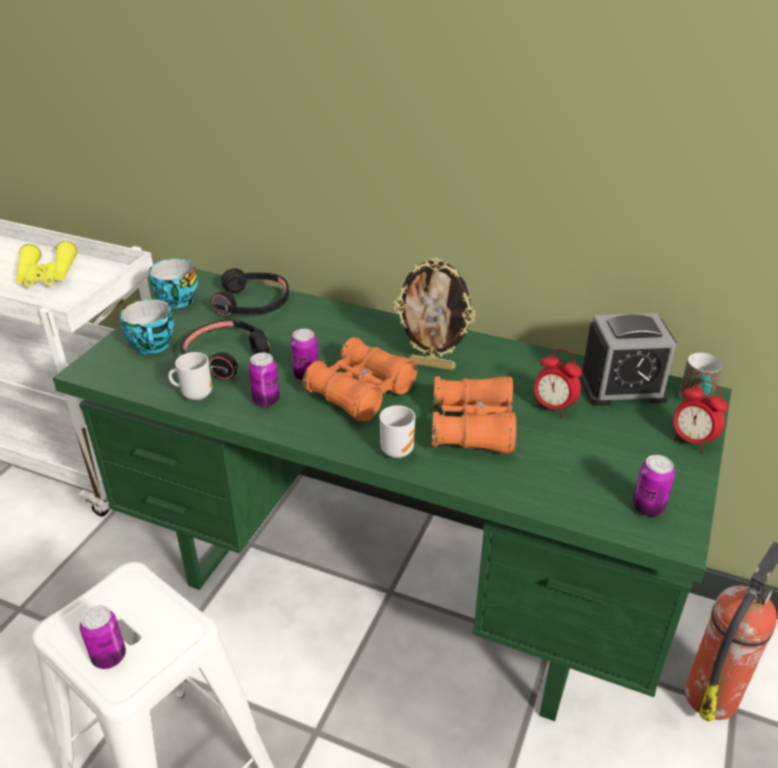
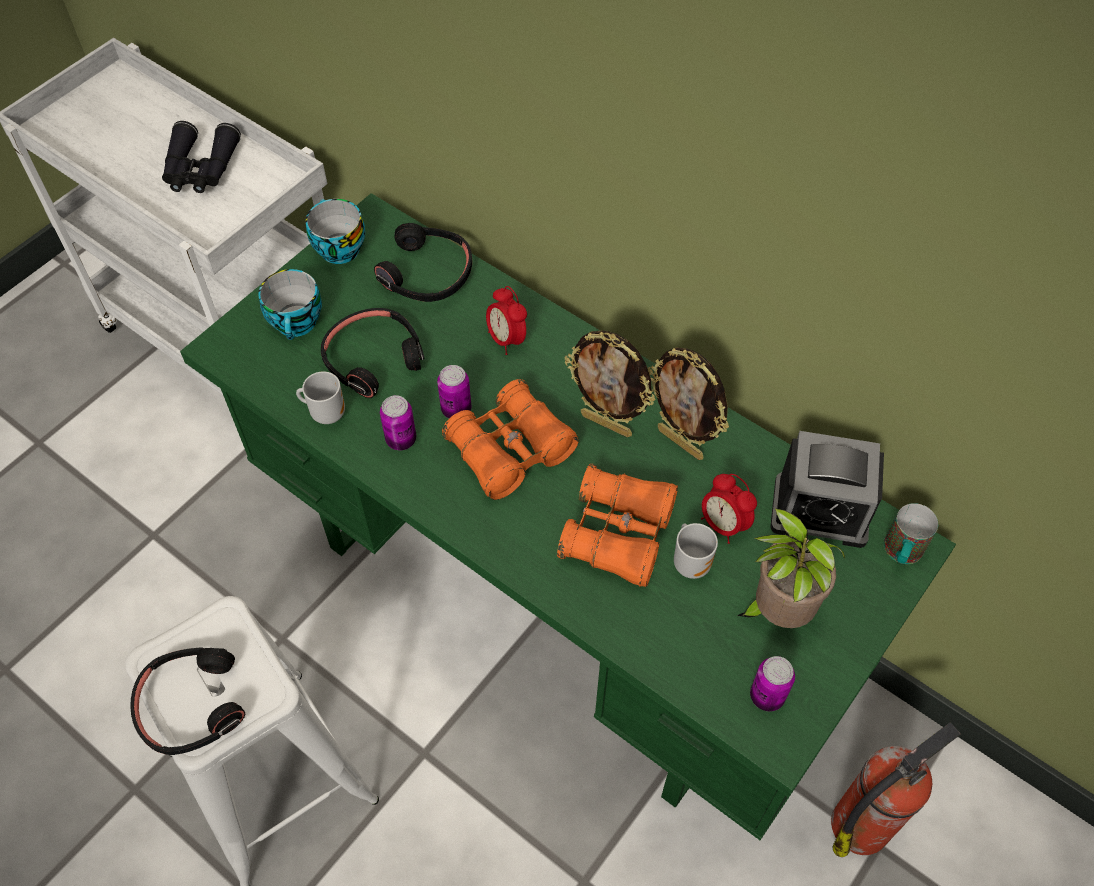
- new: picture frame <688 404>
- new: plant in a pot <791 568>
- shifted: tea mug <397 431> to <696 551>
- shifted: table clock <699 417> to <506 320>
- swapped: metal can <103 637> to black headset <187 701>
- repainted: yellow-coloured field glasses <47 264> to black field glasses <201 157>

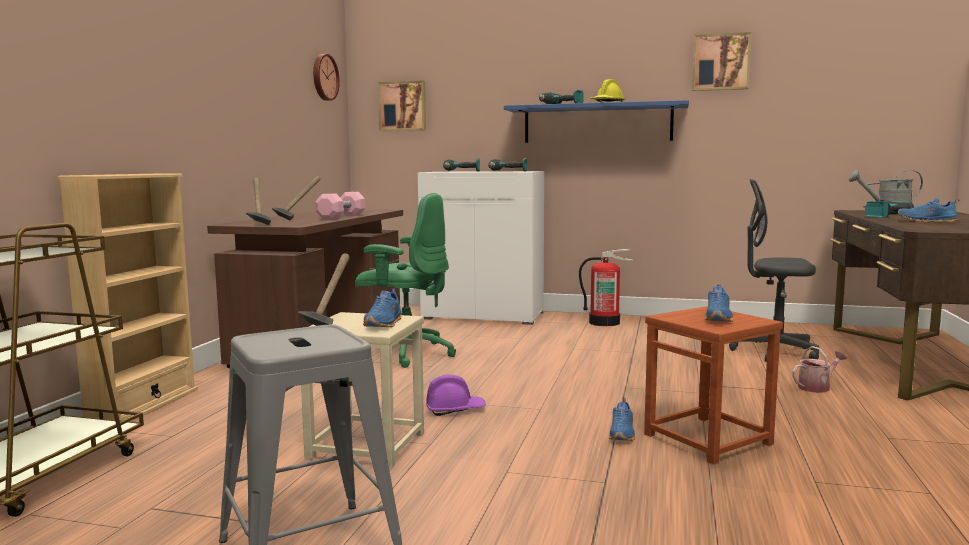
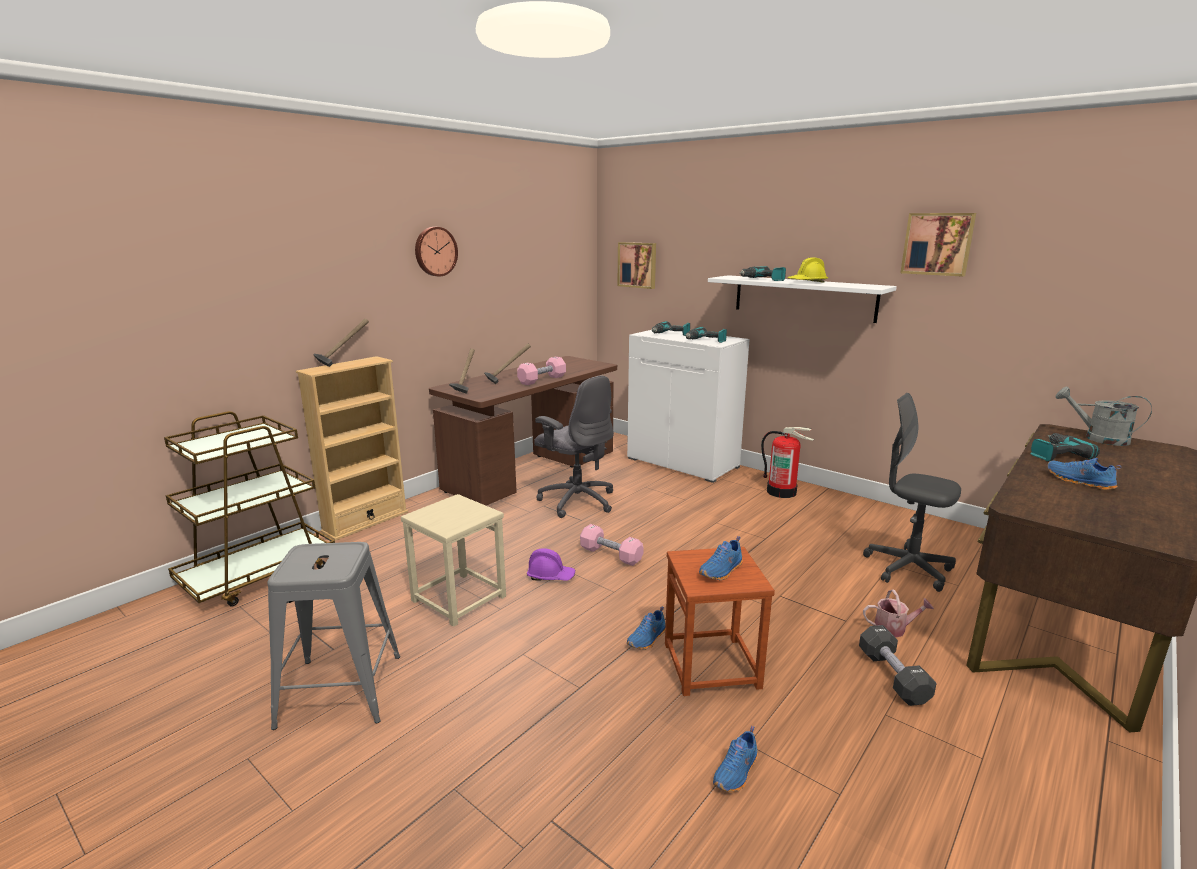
- new: pink dumbbell <612 545>
- new: black dumbbell <898 665>
- shifted: hand hammer <324 289> to <341 343>
- shifted: clock on the wall <326 77> to <436 251>
- shifted: bluish shoe <382 308> to <735 759>
- repainted: greenish desk chair <405 280> to gray desk chair <574 447>
- repainted: bluish wall shelf <596 121> to white wall shelf <802 299>

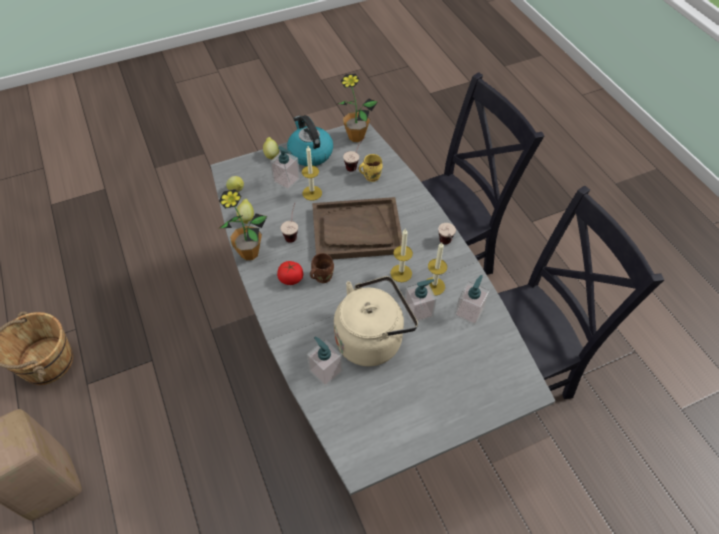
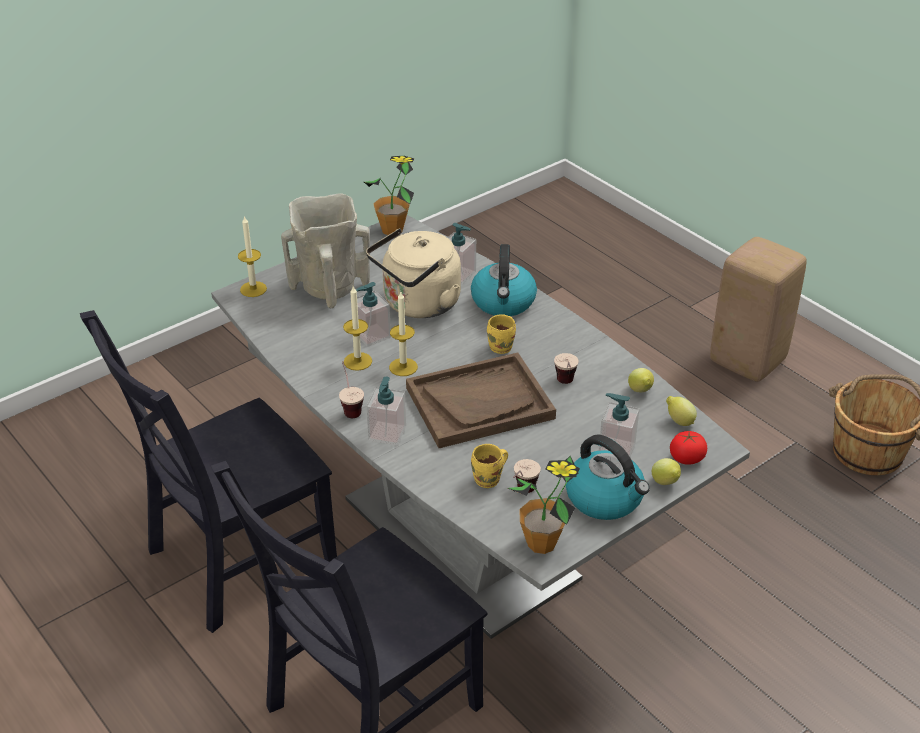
- new: sand-coloured vase <325 250>
- new: kettle <504 280>
- shifted: plant in a pot <242 224> to <389 195>
- shifted: fresh tomato <290 273> to <688 448>
- shifted: wax candle <312 173> to <252 256>
- shifted: liquid soap bottle <472 300> to <386 410>
- repainted: brownish tea mug <322 268> to yellow-coloured tea mug <501 334>

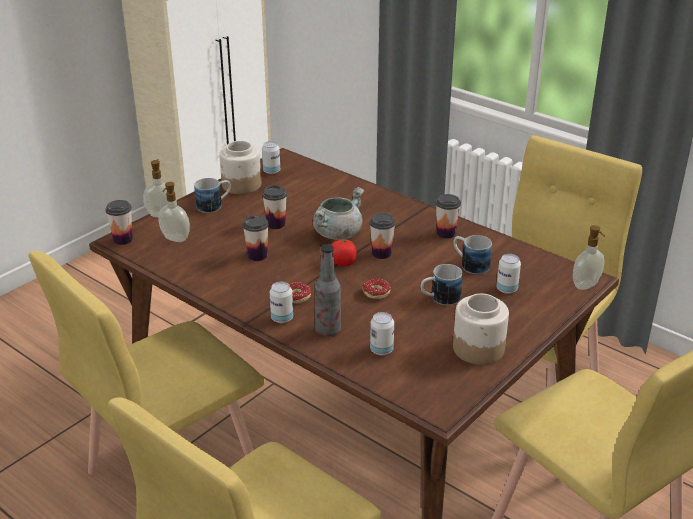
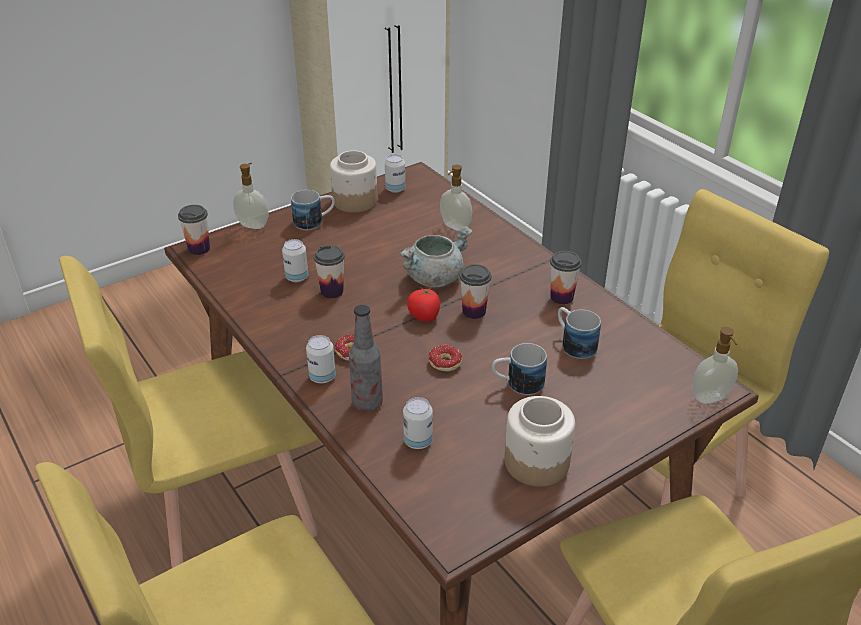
- gone: small cup <274 207>
- shifted: liquid soap bottle <174 212> to <456 198>
- shifted: metal can <509 274> to <295 260>

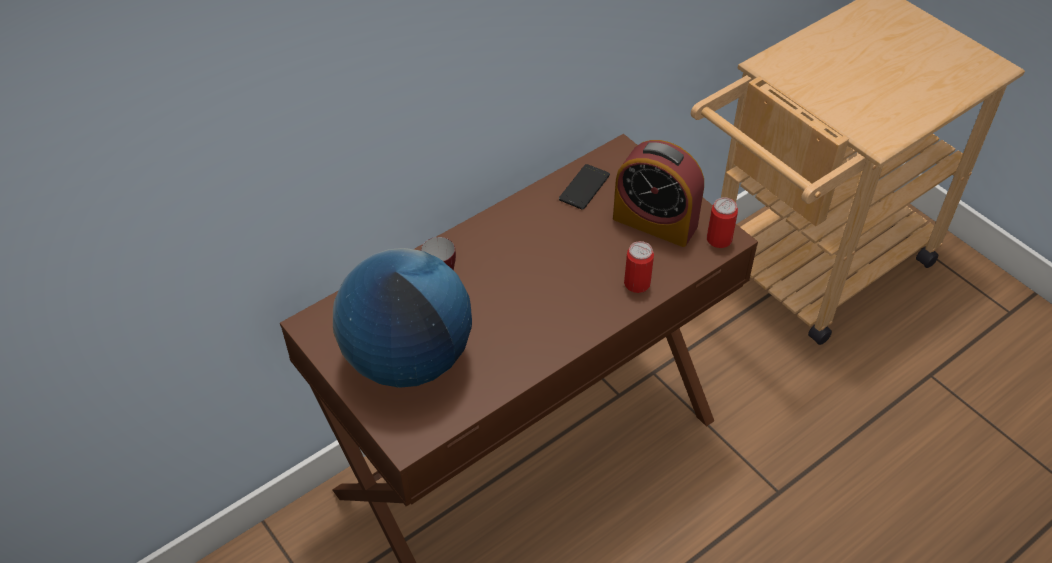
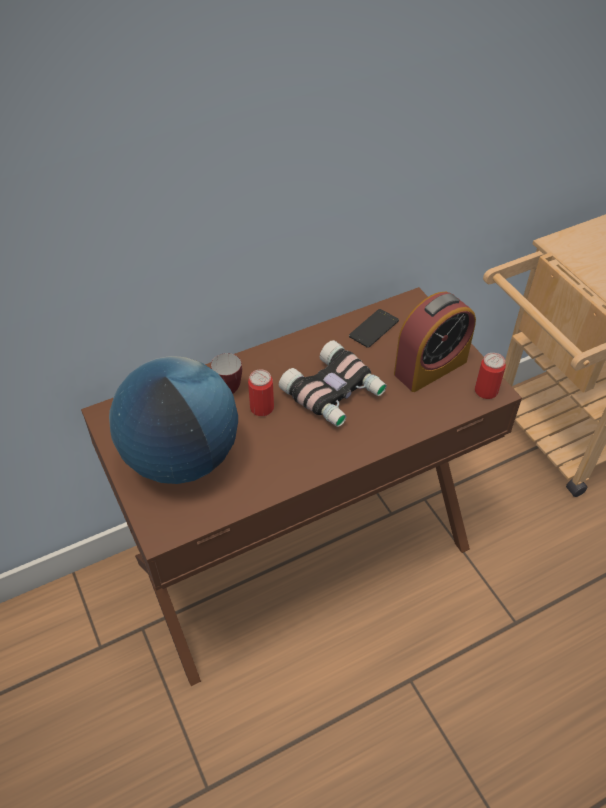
- new: field glasses <333 383>
- shifted: metal can <639 267> to <261 392>
- rotated: table clock <658 193> = <435 342> 75 degrees counterclockwise

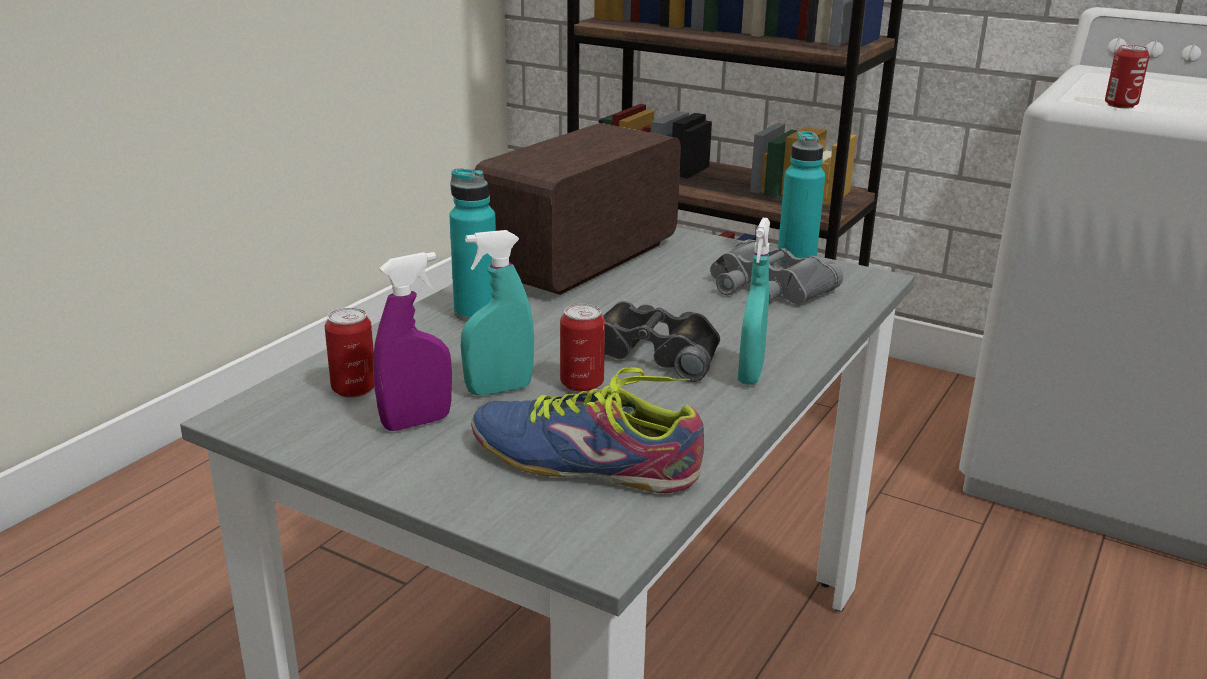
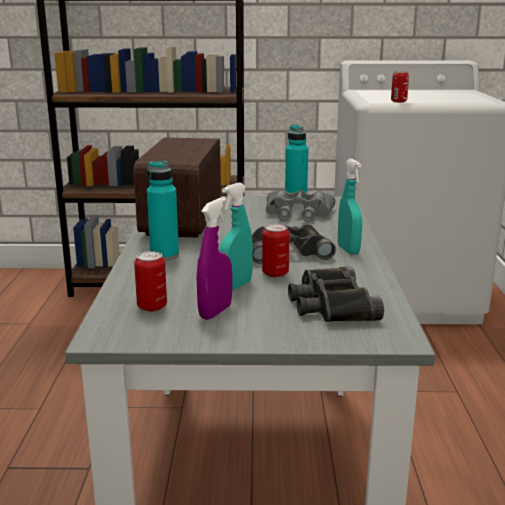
- swapped: shoe <587 430> to black field glasses <336 294>

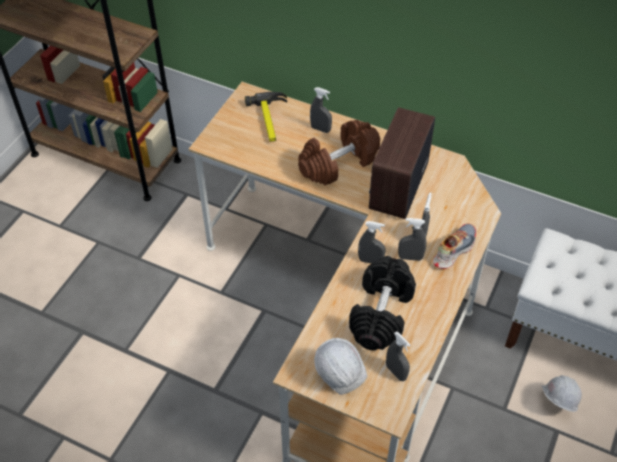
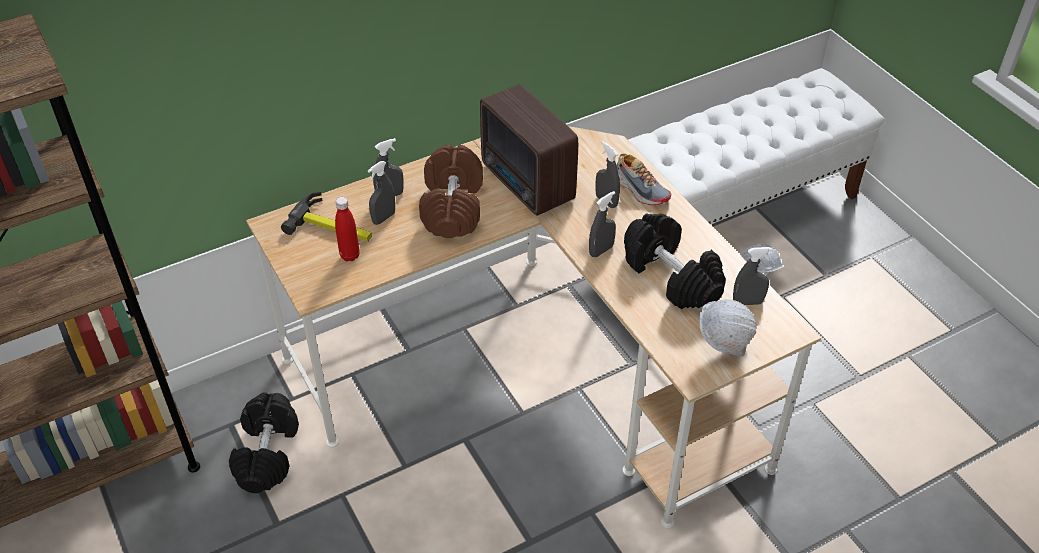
- new: black dumbbell <264 442>
- new: red bottle <347 229>
- shifted: gray sprayer <412 239> to <381 193>
- rotated: shoe <454 246> = <643 179> 150 degrees clockwise

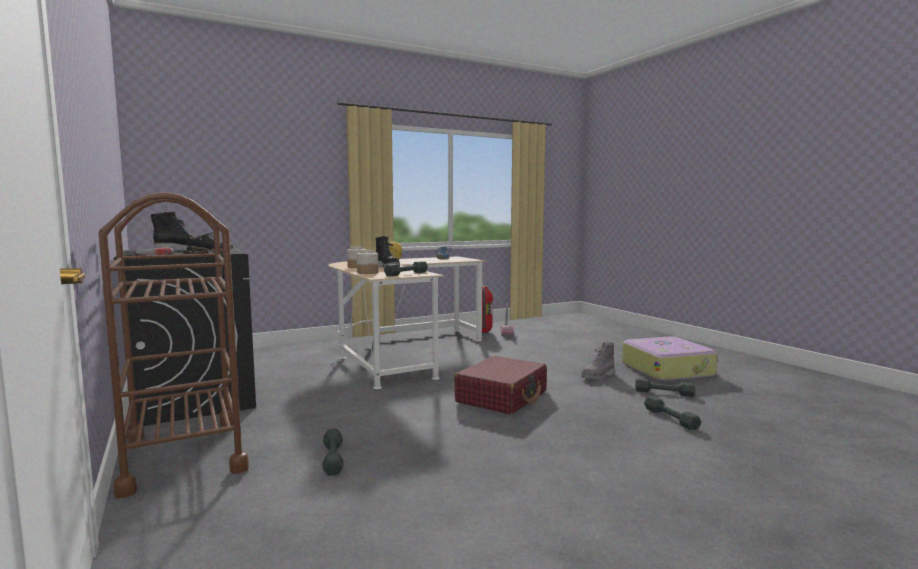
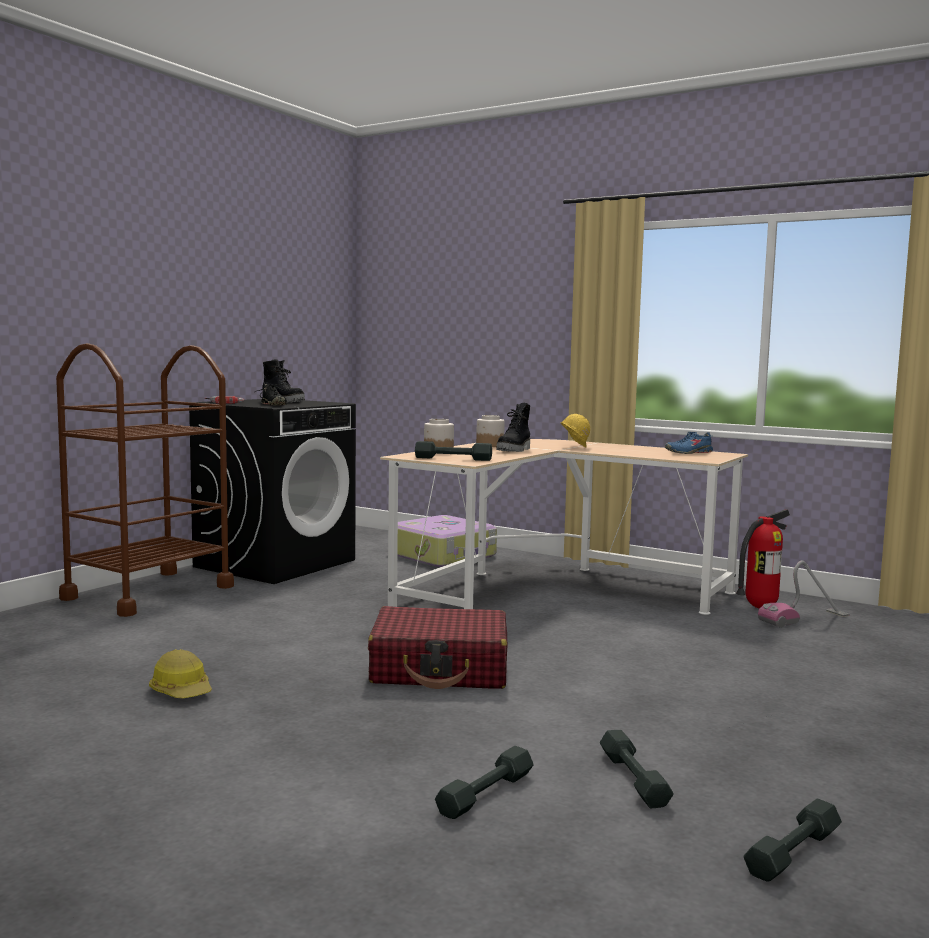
- gone: gray boot <597 361>
- new: safety helmet <180 674>
- shifted: gray dumbbell <333 452> to <792 840>
- shifted: travel case <670 358> to <447 541>

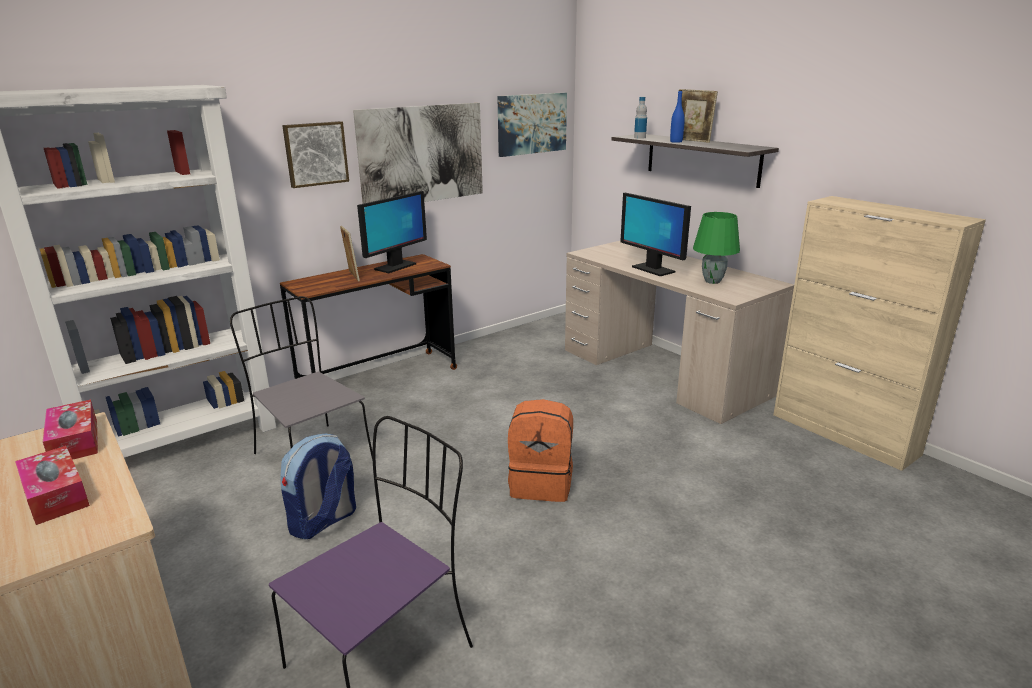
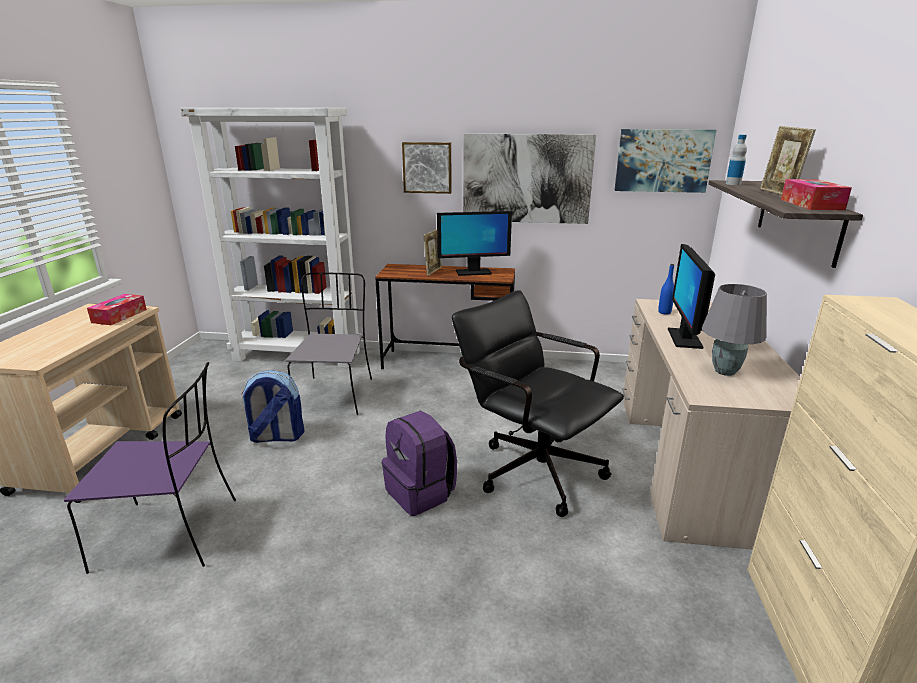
- new: black desk chair <538 403>
- shifted: box of tissues <52 485> to <816 194>
- shifted: bluish bottle <677 116> to <666 289>
- repainted: orangey rucksack <540 450> to purple rucksack <419 463>
- repainted: greenish lamp for a table <716 248> to gray lamp for a table <734 330>

